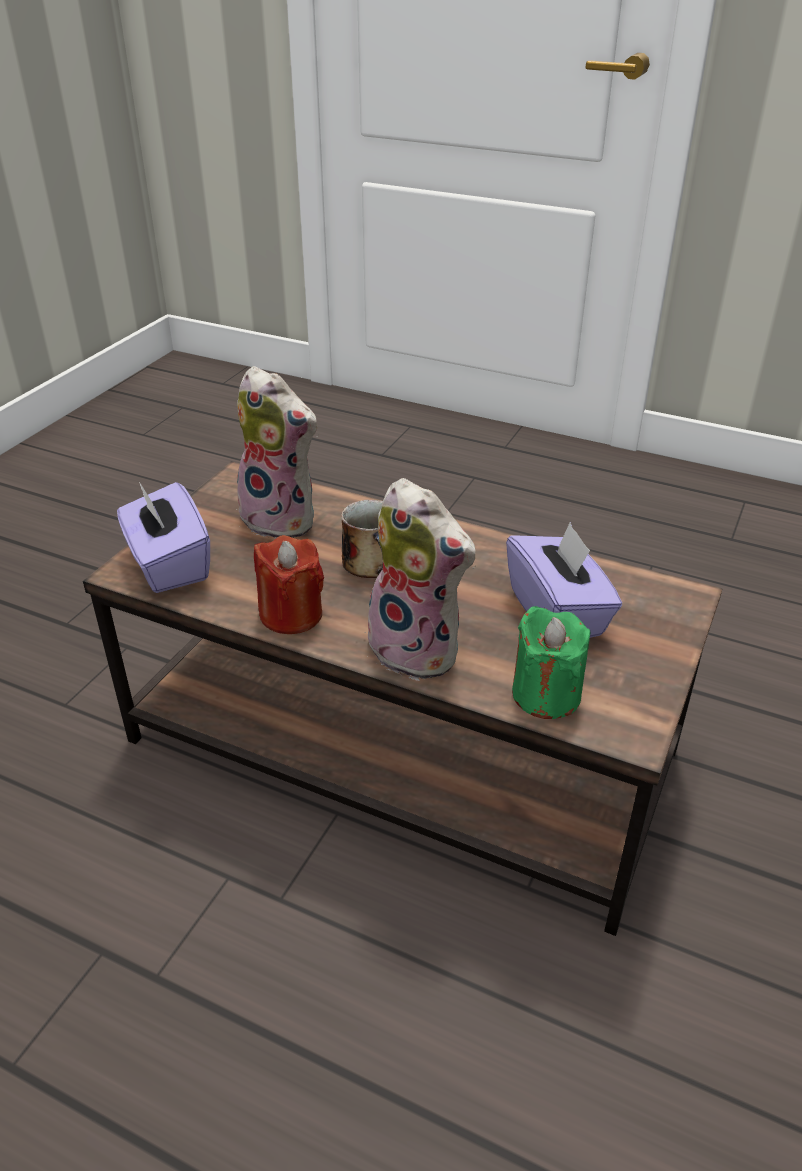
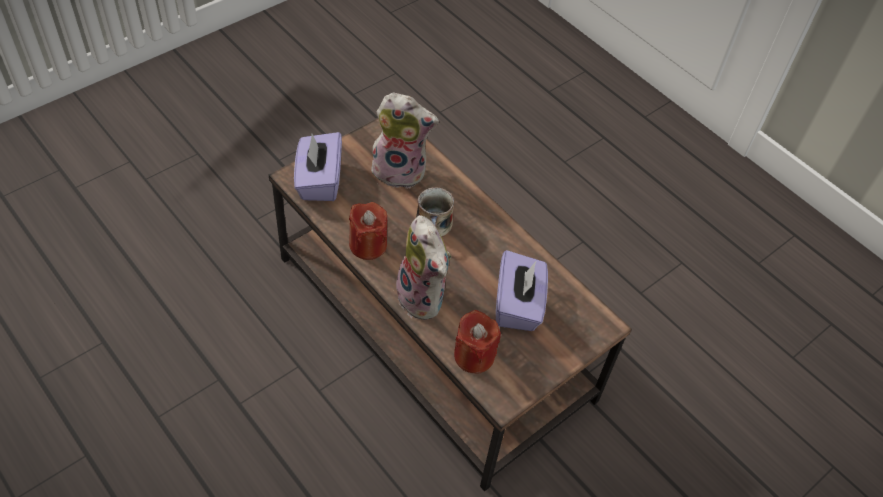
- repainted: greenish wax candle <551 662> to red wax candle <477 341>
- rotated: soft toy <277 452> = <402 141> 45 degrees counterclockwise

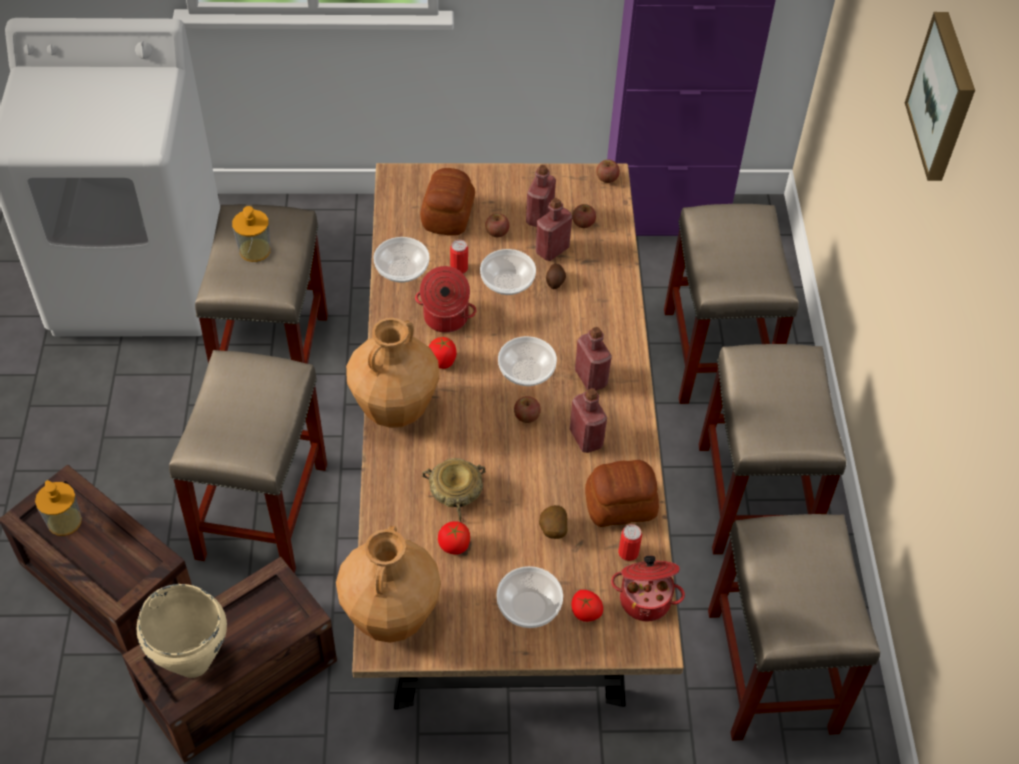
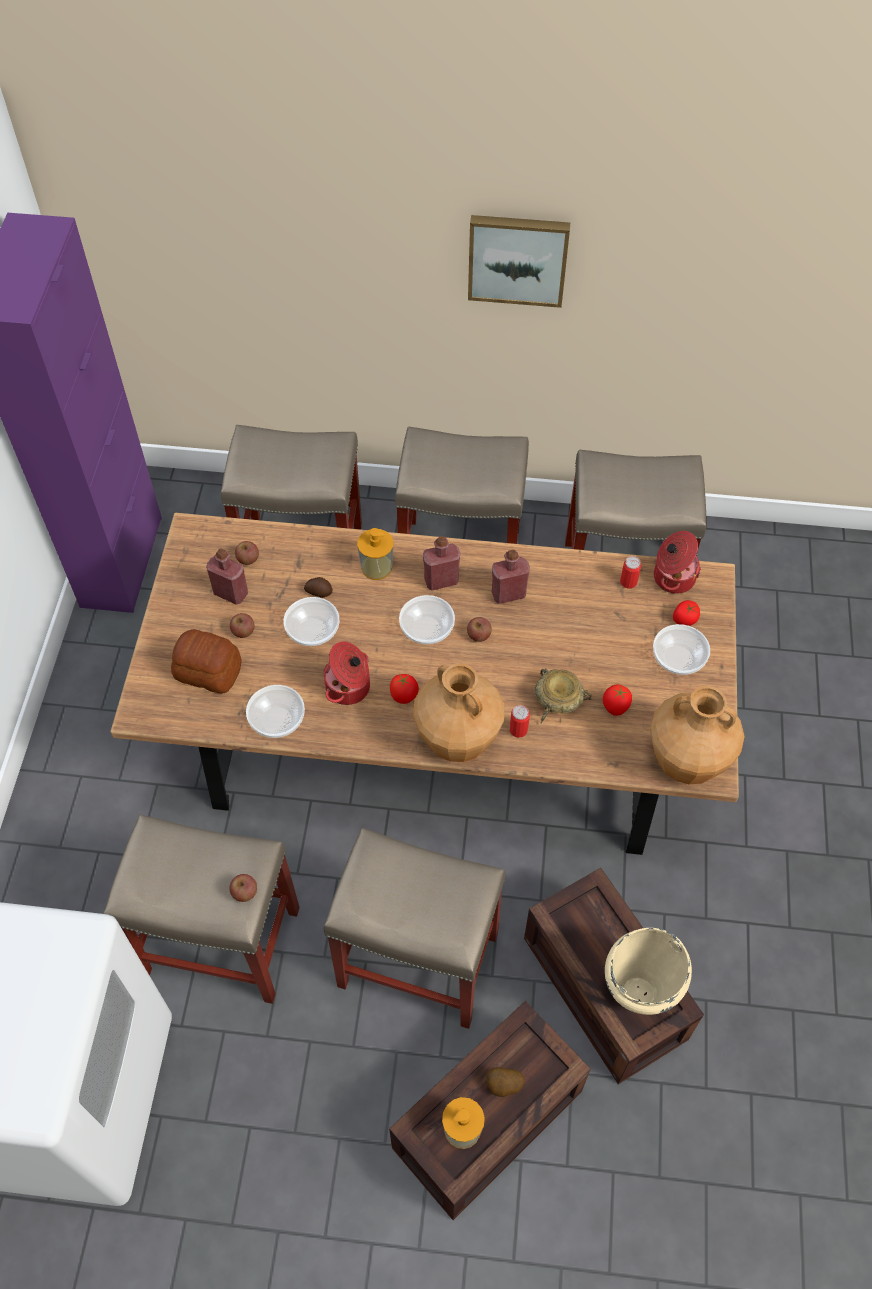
- gone: red bottle <554 229>
- gone: bread <622 493>
- shifted: liquid soap bottle <251 234> to <375 554>
- shifted: metal can <459 257> to <519 721>
- shifted: potato <553 522> to <505 1082>
- shifted: apple <608 171> to <243 888>
- shifted: wall art <940 96> to <519 261>

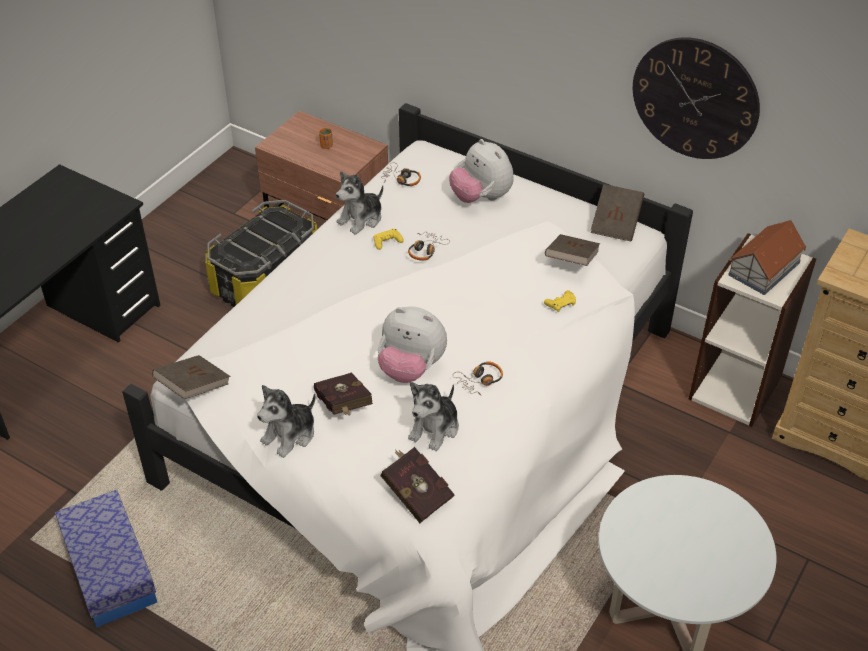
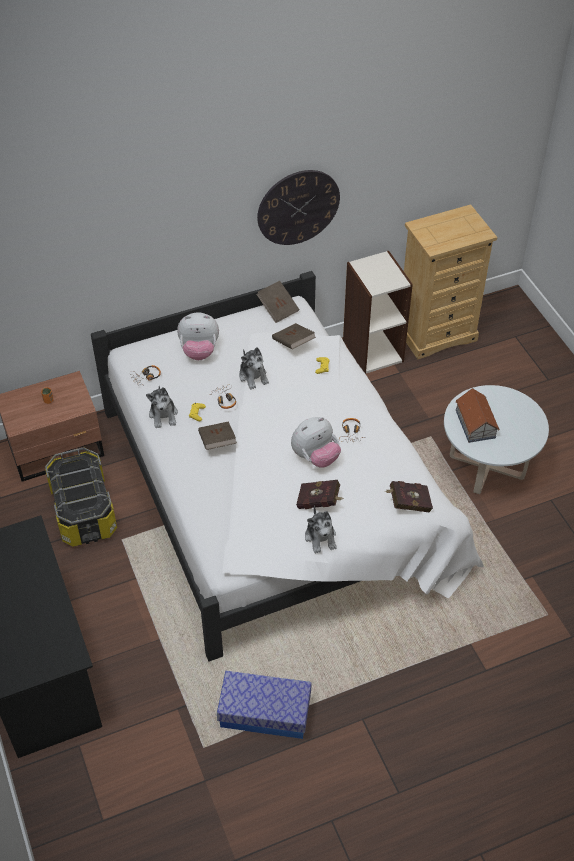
- shifted: brownish book <191 377> to <217 435>
- shifted: soft toy <433 416> to <254 368>
- shifted: toy house <767 257> to <477 415>

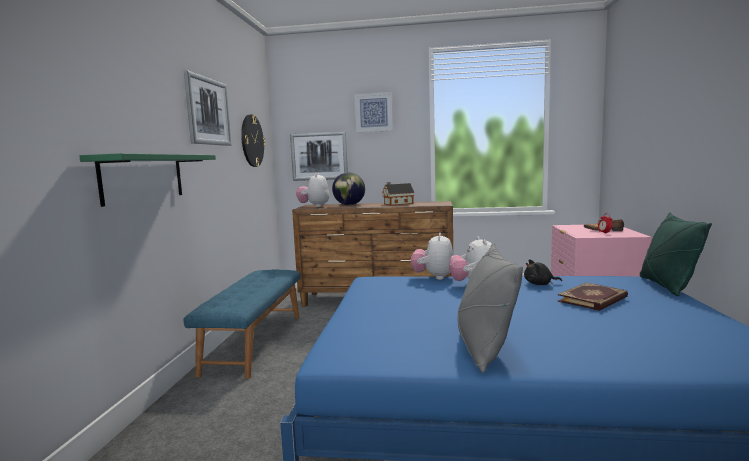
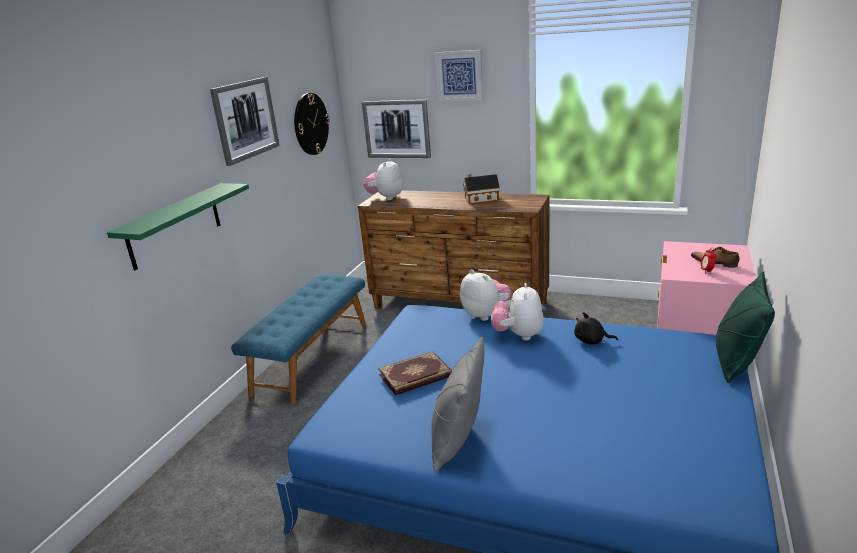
- gone: globe <348 188>
- shifted: book <593 296> to <415 373>
- rotated: soft toy <432 256> = <486 295> 120 degrees clockwise

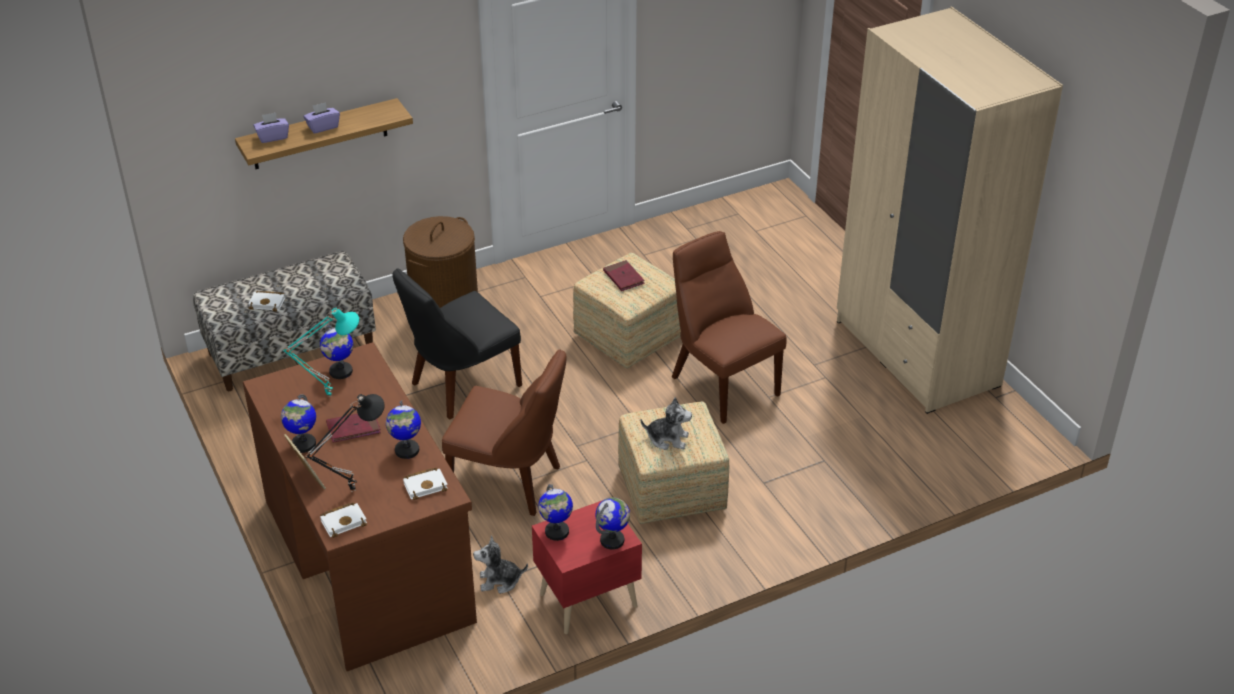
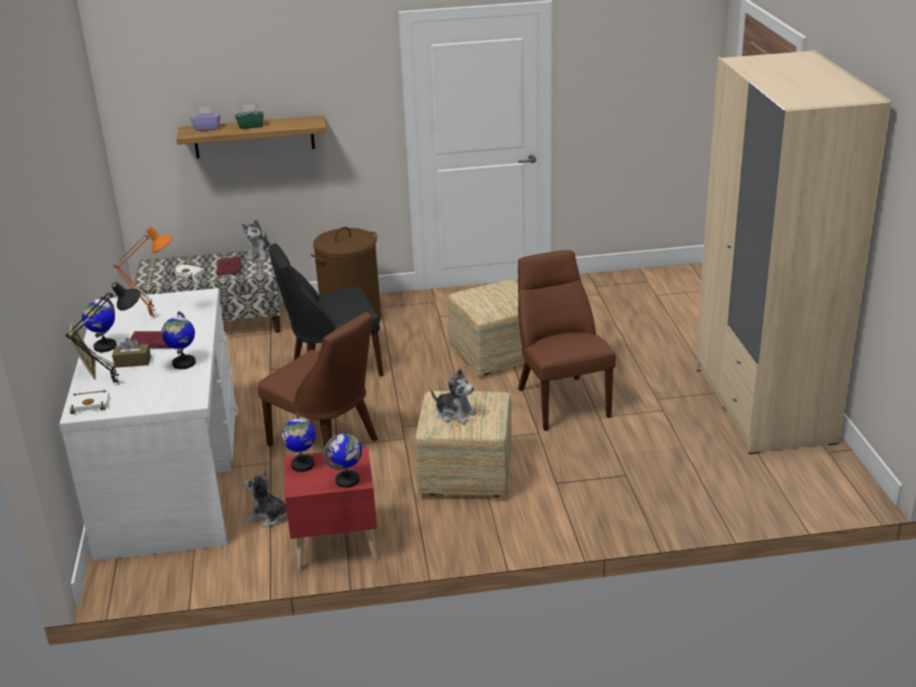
- gone: globe <336 351>
- gone: white book <425 484>
- new: brownish box of tissues <131 353>
- new: soft toy <256 241>
- shifted: red book <624 275> to <228 266>
- repainted: brownish desk unit <360 507> to white desk unit <148 424>
- repainted: blue-green lamp for a table <321 352> to orangey lamp for a table <142 272>
- repainted: purple box of tissues <321 117> to greenish box of tissues <249 116>

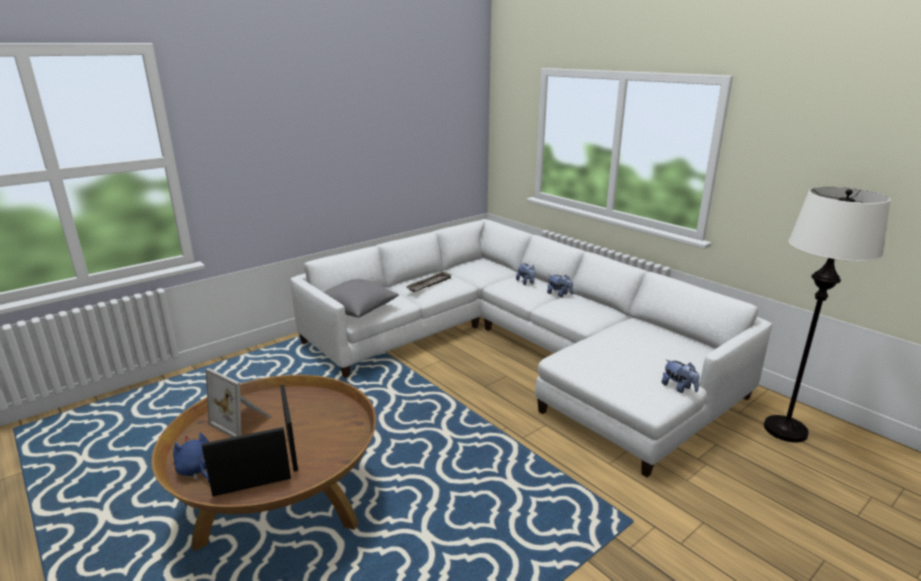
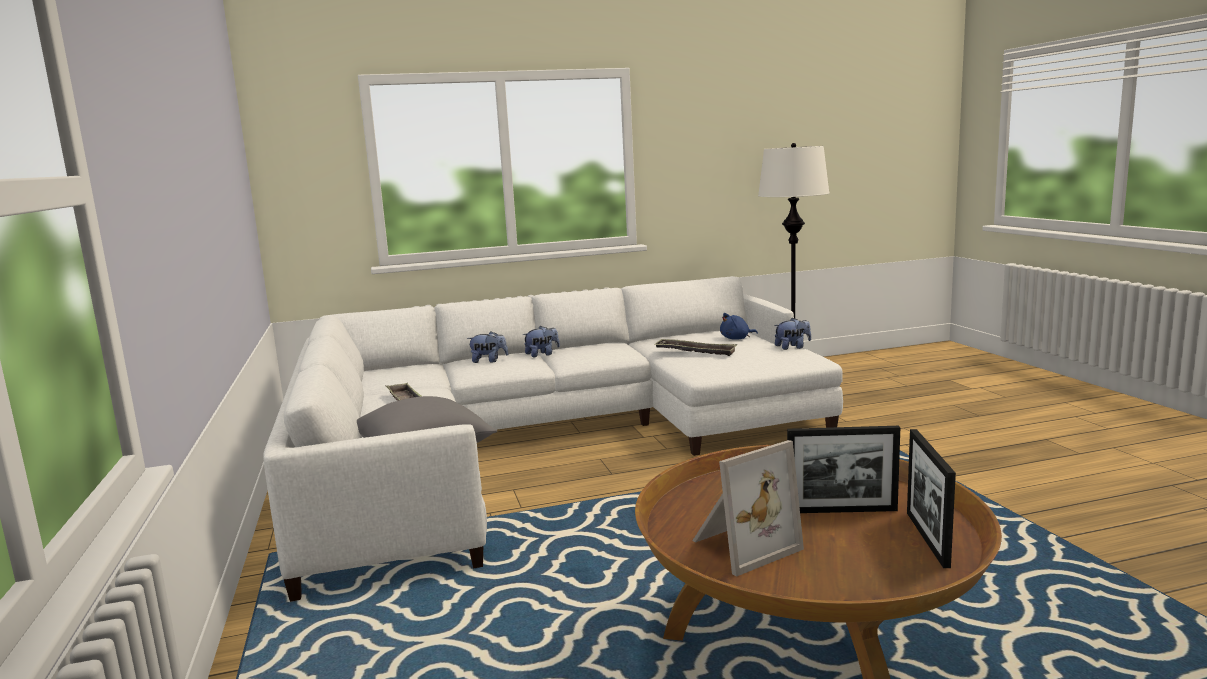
- new: tray <695 347>
- shifted: bluish soft toy <191 457> to <739 326>

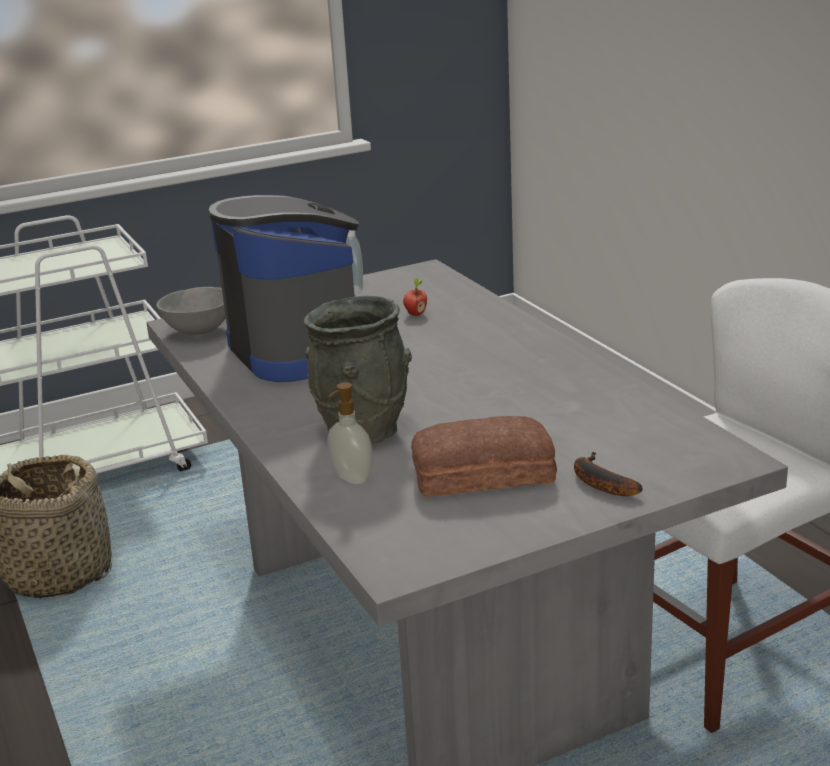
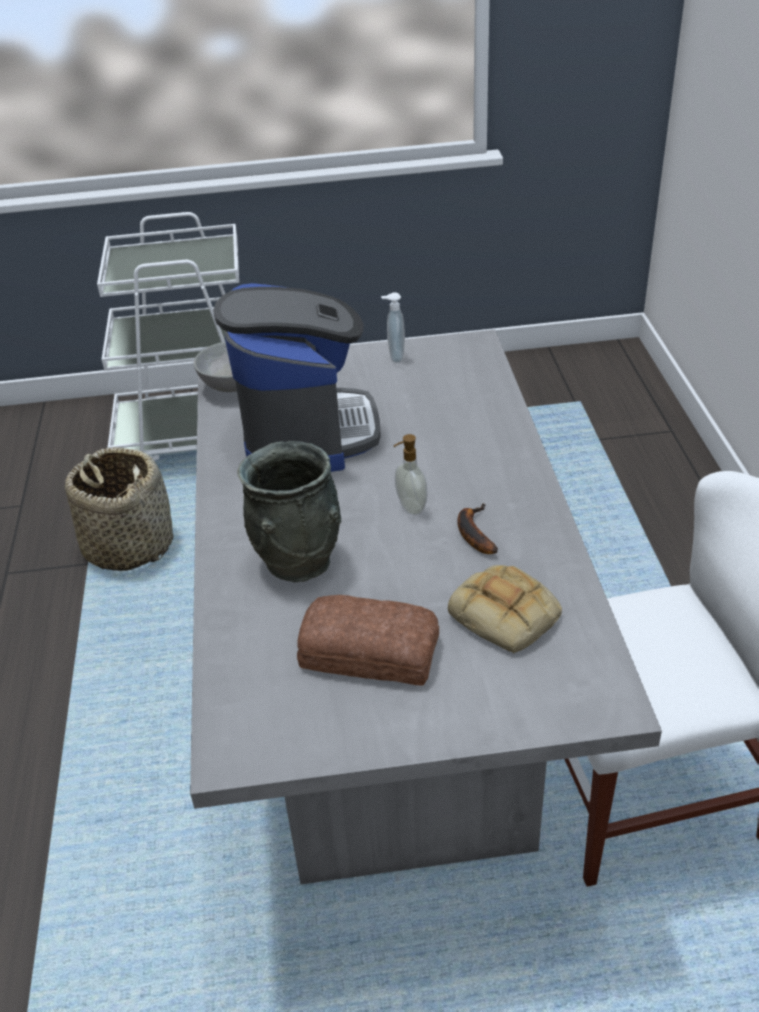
- gone: apple <415 297>
- new: bread <505 609>
- shifted: liquid soap bottle <350 433> to <410 474>
- shifted: banana <608 474> to <477 528>

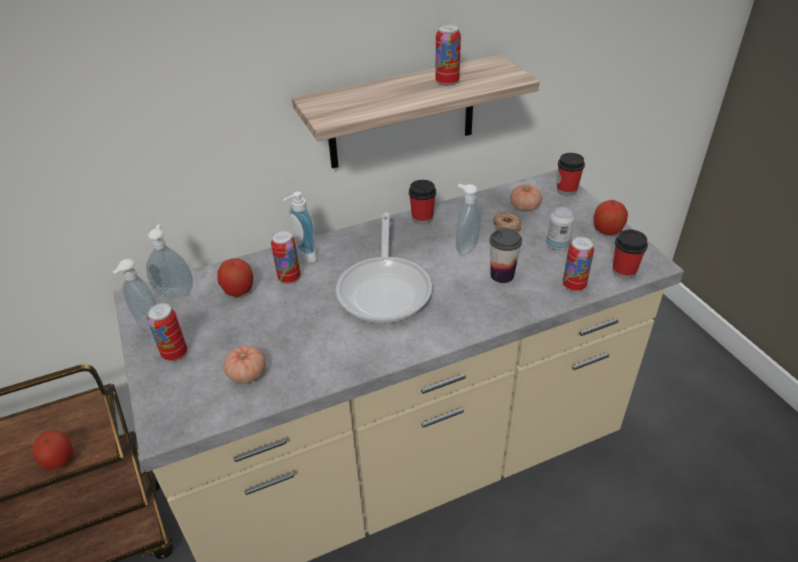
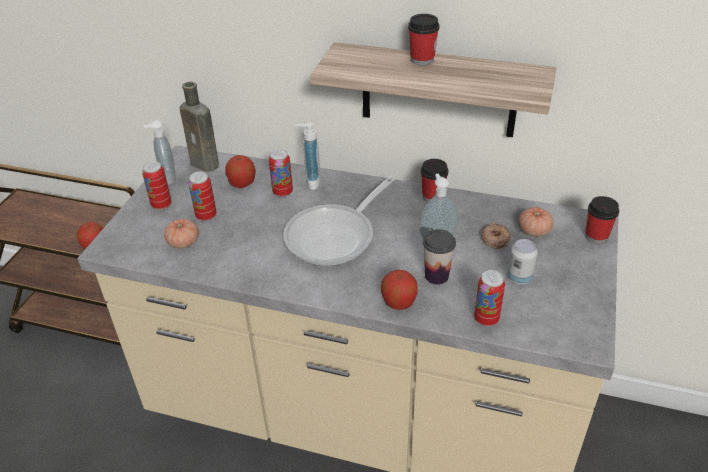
- shifted: metal can <448 55> to <203 196>
- shifted: apple <611 217> to <399 290>
- shifted: small cup <630 254> to <423 39>
- swapped: liquid soap bottle <169 261> to brownish bottle <199 127>

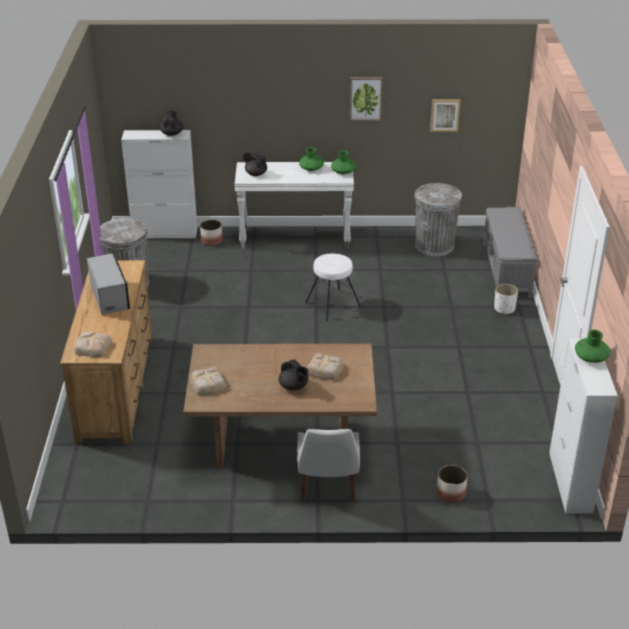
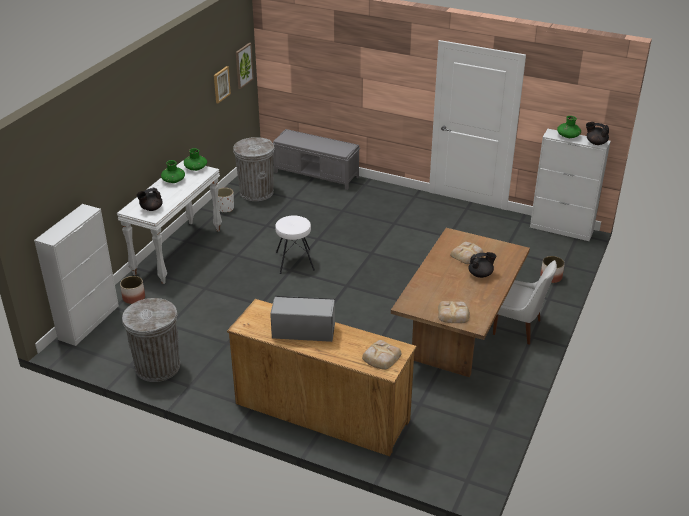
- shifted: black tea pot <171 123> to <597 133>
- shifted: wall art <366 99> to <245 66>
- shifted: white flower pot <506 299> to <226 200>

